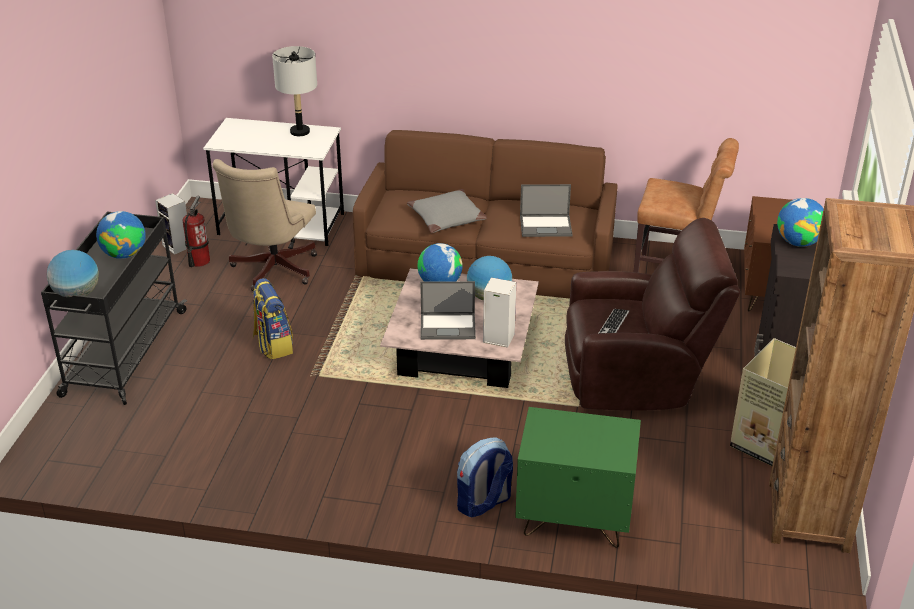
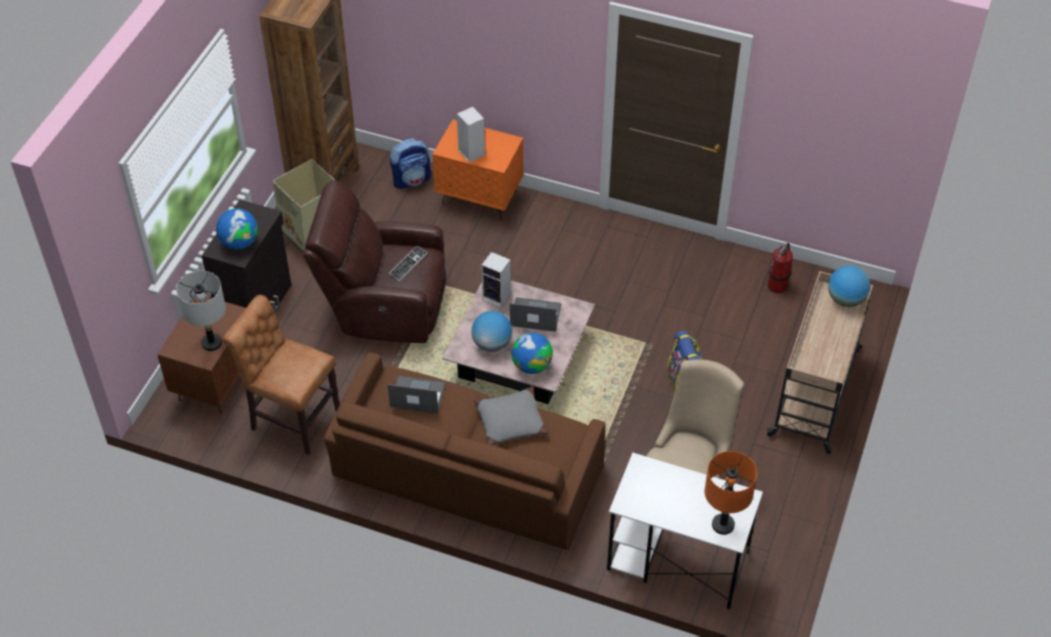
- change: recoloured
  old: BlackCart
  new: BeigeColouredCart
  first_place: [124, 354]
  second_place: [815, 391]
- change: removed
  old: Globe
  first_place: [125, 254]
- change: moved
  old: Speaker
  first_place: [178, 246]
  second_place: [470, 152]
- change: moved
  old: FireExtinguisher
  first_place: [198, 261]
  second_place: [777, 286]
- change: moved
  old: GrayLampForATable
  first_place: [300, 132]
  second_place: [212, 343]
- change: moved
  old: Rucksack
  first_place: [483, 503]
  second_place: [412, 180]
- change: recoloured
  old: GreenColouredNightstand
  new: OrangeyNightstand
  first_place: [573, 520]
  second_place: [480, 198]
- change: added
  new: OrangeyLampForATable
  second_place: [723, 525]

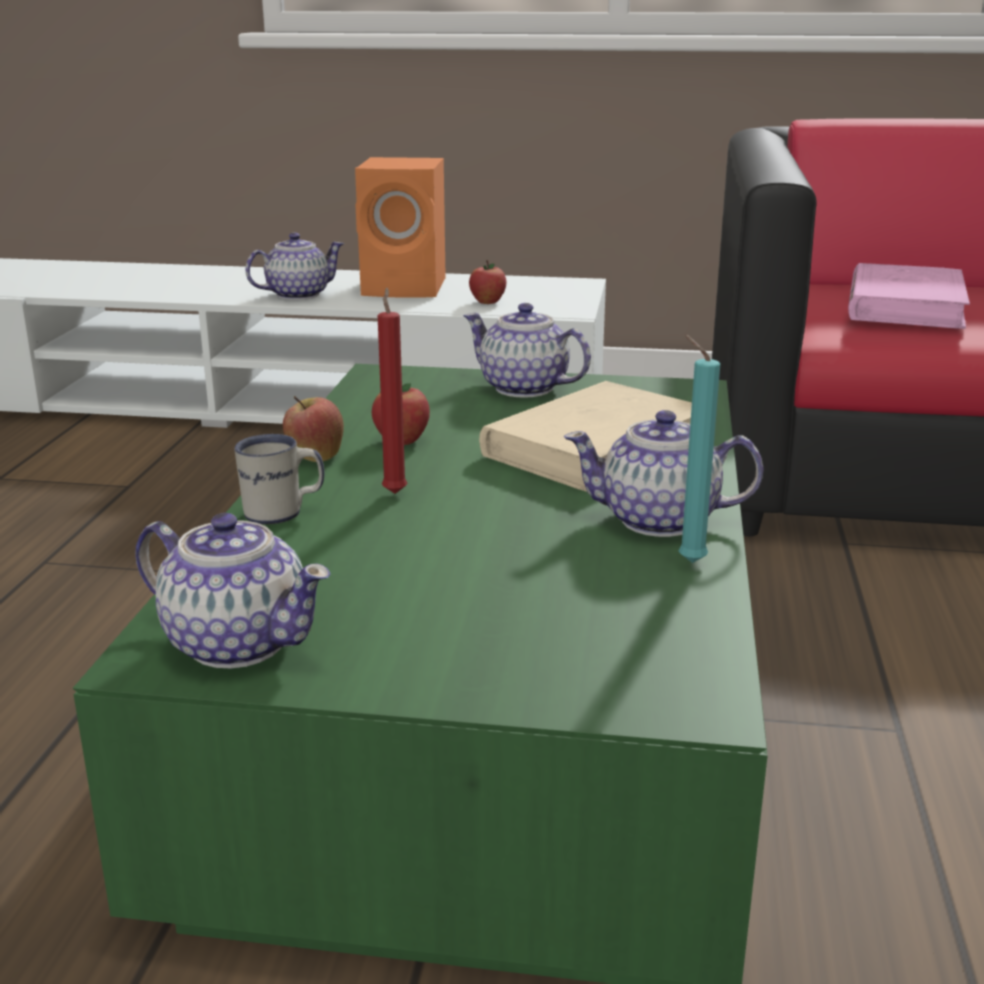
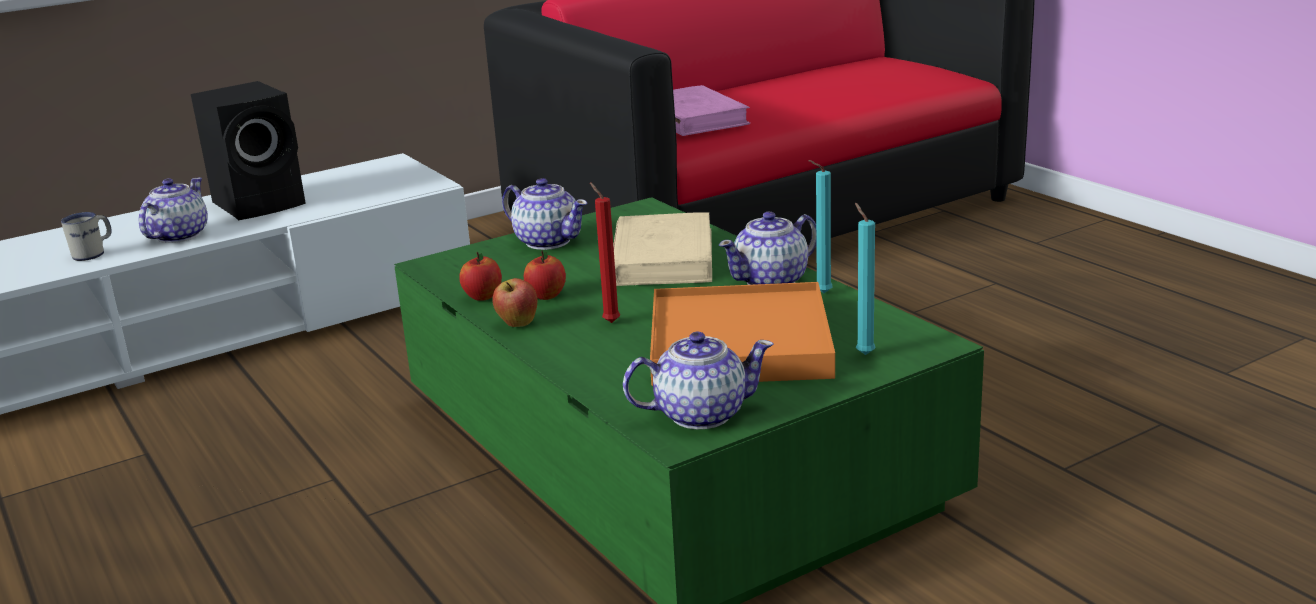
- change: moved
  old: WhiteColouredTeaMug
  first_place: [283, 513]
  second_place: [94, 254]
- change: recoloured
  old: OrangeySpeaker
  new: BlackSpeaker
  first_place: [407, 288]
  second_place: [262, 203]
- change: turned
  old: PotForTea
  first_place: [524, 388]
  second_place: [547, 241]
  degrees: -135
- change: moved
  old: AppleFruit
  first_place: [487, 302]
  second_place: [482, 297]
- change: added
  new: OrangeyTray
  second_place: [739, 343]
- change: added
  new: TurquoiseCandle
  second_place: [863, 353]

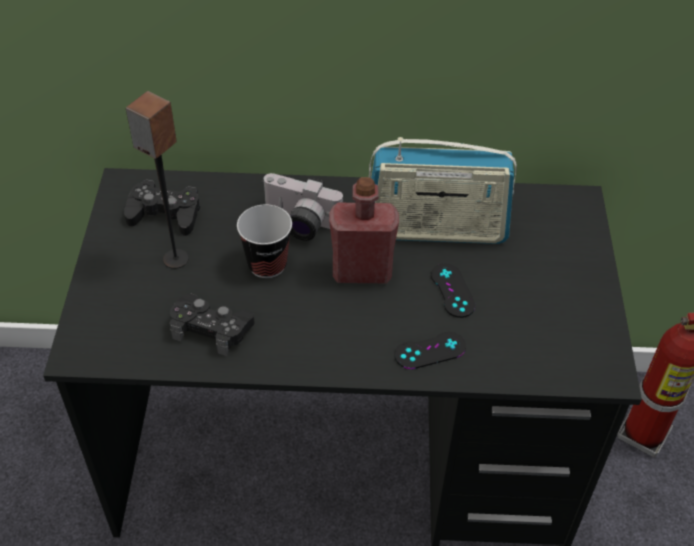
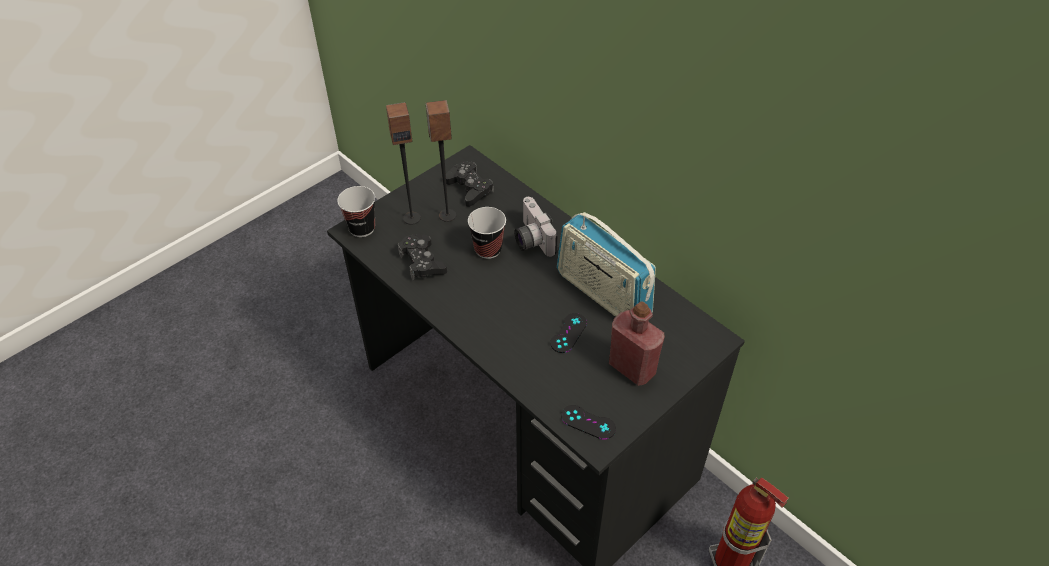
- change: moved
  old: RedColouredBottle
  first_place: [362, 271]
  second_place: [632, 368]
- change: moved
  old: BlackJoypad
  first_place: [430, 351]
  second_place: [588, 422]
- change: added
  new: Cup
  second_place: [362, 228]
- change: added
  new: Speaker
  second_place: [411, 218]

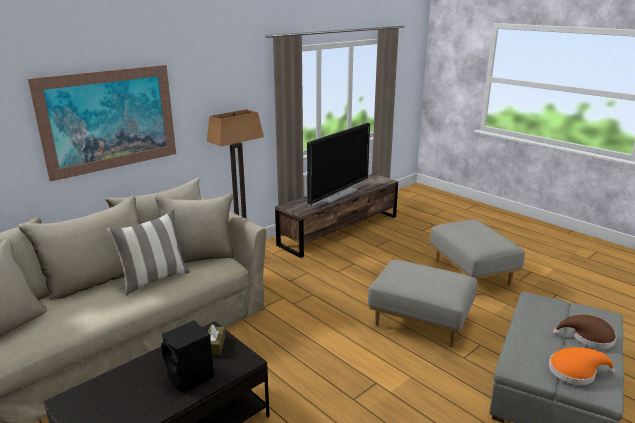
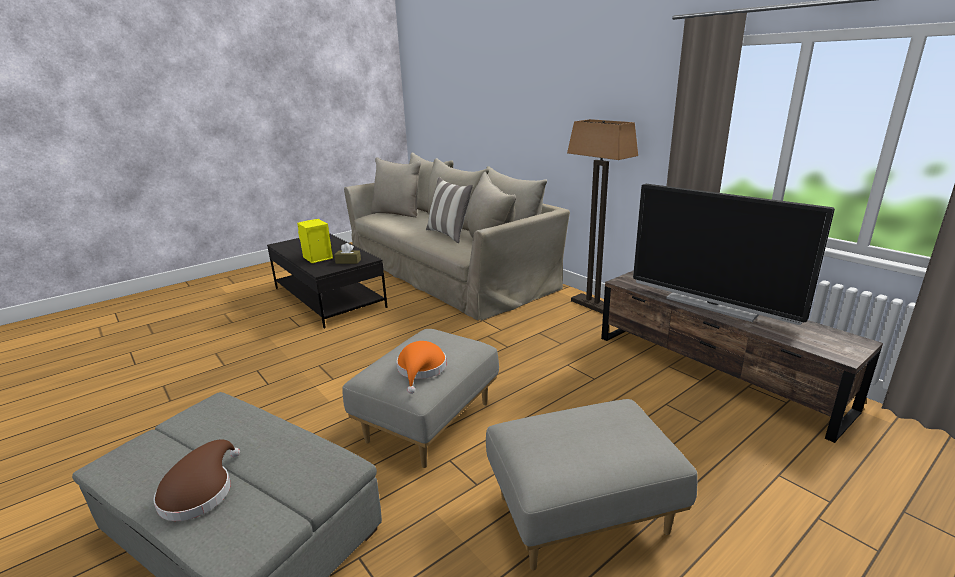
- change: removed
  old: WallArt
  first_place: [109, 120]
- change: recoloured
  old: BlackSpeaker
  new: YellowSpeaker
  first_place: [191, 378]
  second_place: [316, 258]
- change: moved
  old: OrangeyHat
  first_place: [575, 371]
  second_place: [421, 370]

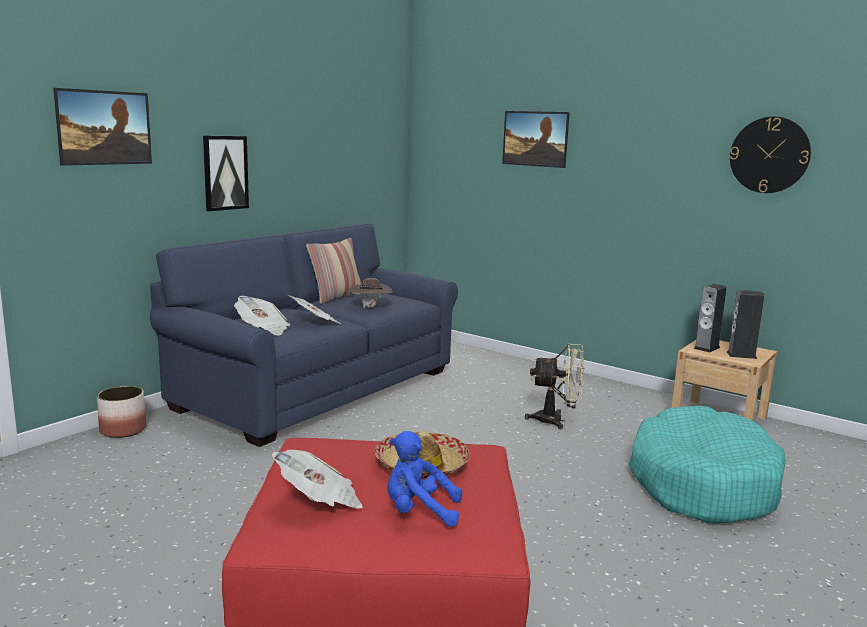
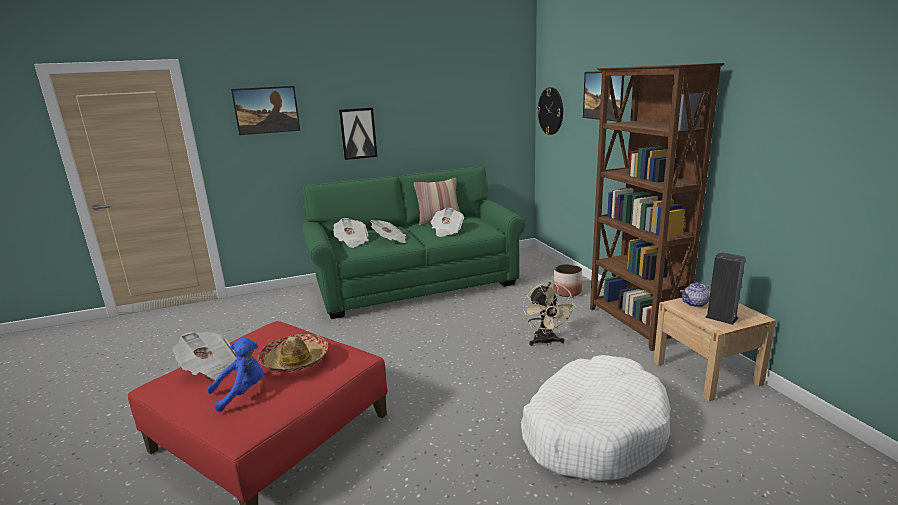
- change: moved
  old: PlantPot
  first_place: [123, 430]
  second_place: [567, 292]
- change: recoloured
  old: BlueSofa
  new: GreenColouredSofa
  first_place: [318, 389]
  second_place: [415, 284]
- change: replaced
  old: BrownishHat
  new: DailyPaper
  first_place: [370, 307]
  second_place: [446, 231]
- change: turned
  old: BlueCuddlyToy
  first_place: [419, 512]
  second_place: [242, 393]
  degrees: 105
- change: turned
  old: BeigeColouredElectricFan
  first_place: [556, 420]
  second_place: [546, 342]
  degrees: 45
- change: recoloured
  old: TurquoiseDogBed
  new: WhiteColouredDogBed
  first_place: [701, 484]
  second_place: [593, 431]
- change: replaced
  old: Speaker
  new: PotForTea
  first_place: [706, 348]
  second_place: [695, 304]
- change: moved
  old: HangingClock
  first_place: [769, 155]
  second_place: [551, 111]
- change: added
  new: BrownishShelvingUnit
  second_place: [634, 325]

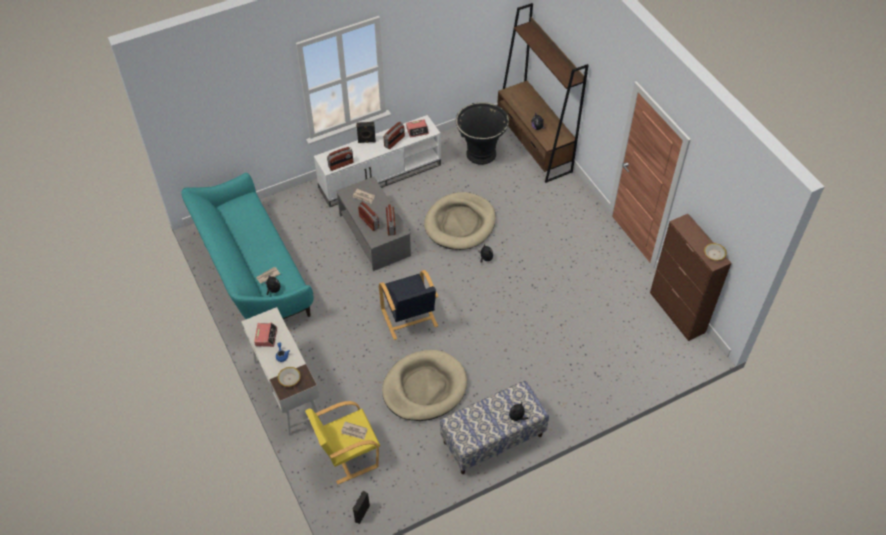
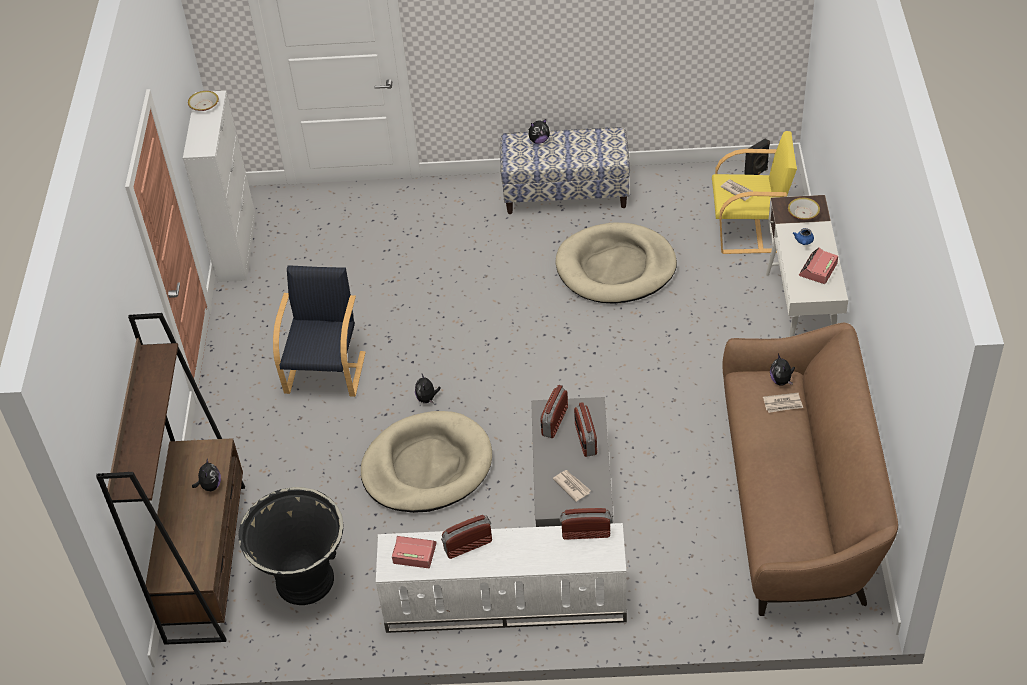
- change: recoloured
  old: TurquoiseSofa
  new: BrownishSofa
  first_place: [252, 273]
  second_place: [798, 502]
- change: removed
  old: BlackSpeaker
  first_place: [366, 141]
- change: moved
  old: BlackArmchair
  first_place: [409, 319]
  second_place: [326, 371]
- change: recoloured
  old: BrownishCabinet
  new: WhiteColouredCabinet
  first_place: [677, 313]
  second_place: [237, 247]

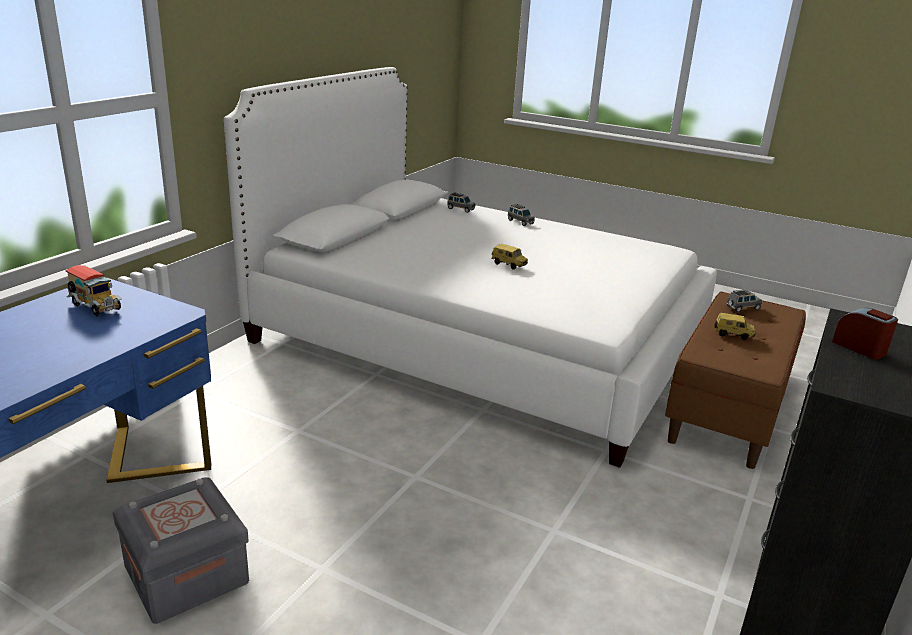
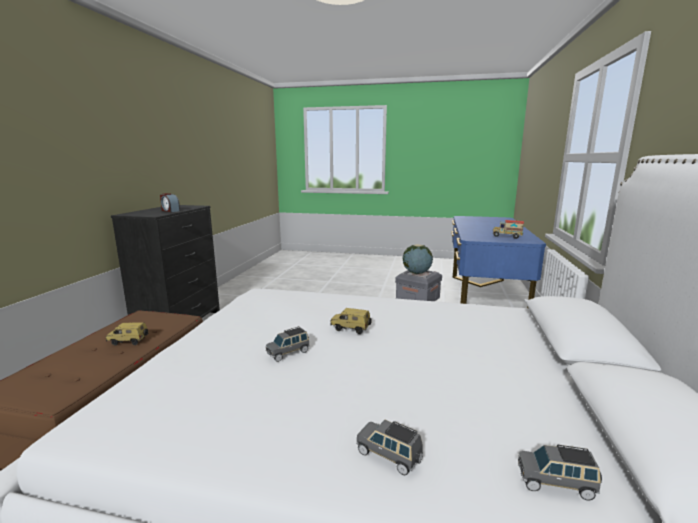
- change: moved
  old: GrayMiniatureCar
  first_place: [742, 308]
  second_place: [288, 353]
- change: added
  new: Globe
  second_place: [416, 273]

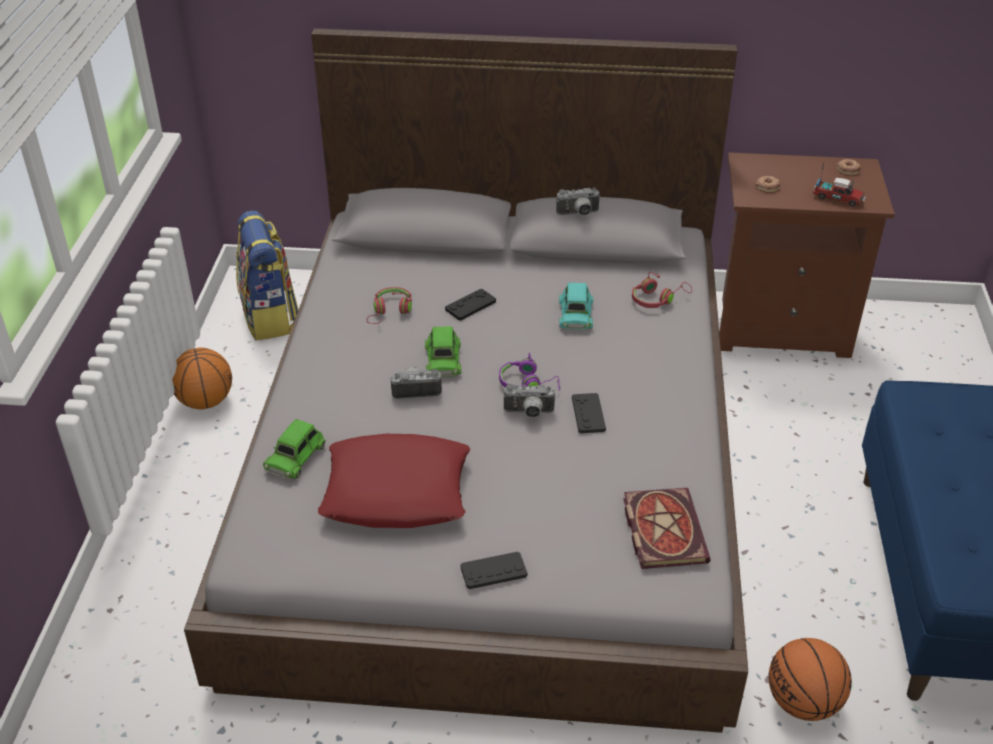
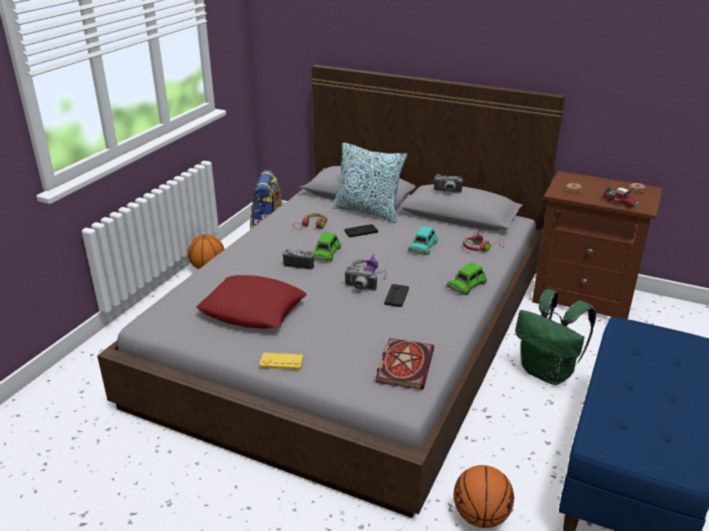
- change: moved
  old: GreenColouredMiniatureCar
  first_place: [295, 456]
  second_place: [466, 285]
- change: recoloured
  old: BlackJoypad
  new: YellowJoypad
  first_place: [493, 571]
  second_place: [281, 362]
- change: added
  new: ThrowPillow
  second_place: [368, 211]
- change: added
  new: GreenColouredRucksack
  second_place: [548, 373]

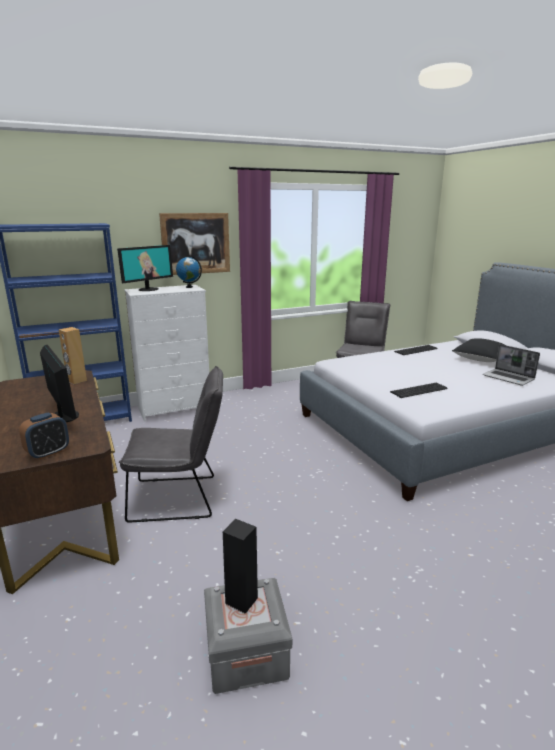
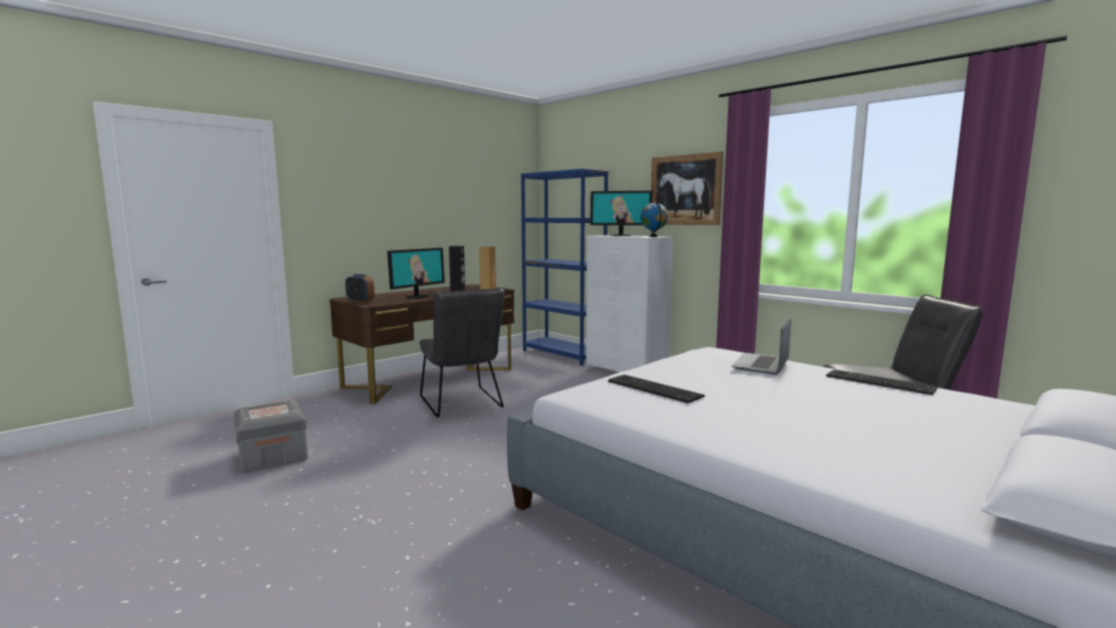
- change: moved
  old: BlackSpeaker
  first_place: [241, 600]
  second_place: [458, 289]
- change: removed
  old: BlackThrowPillow
  first_place: [480, 359]
- change: moved
  old: Laptop
  first_place: [509, 378]
  second_place: [762, 365]

